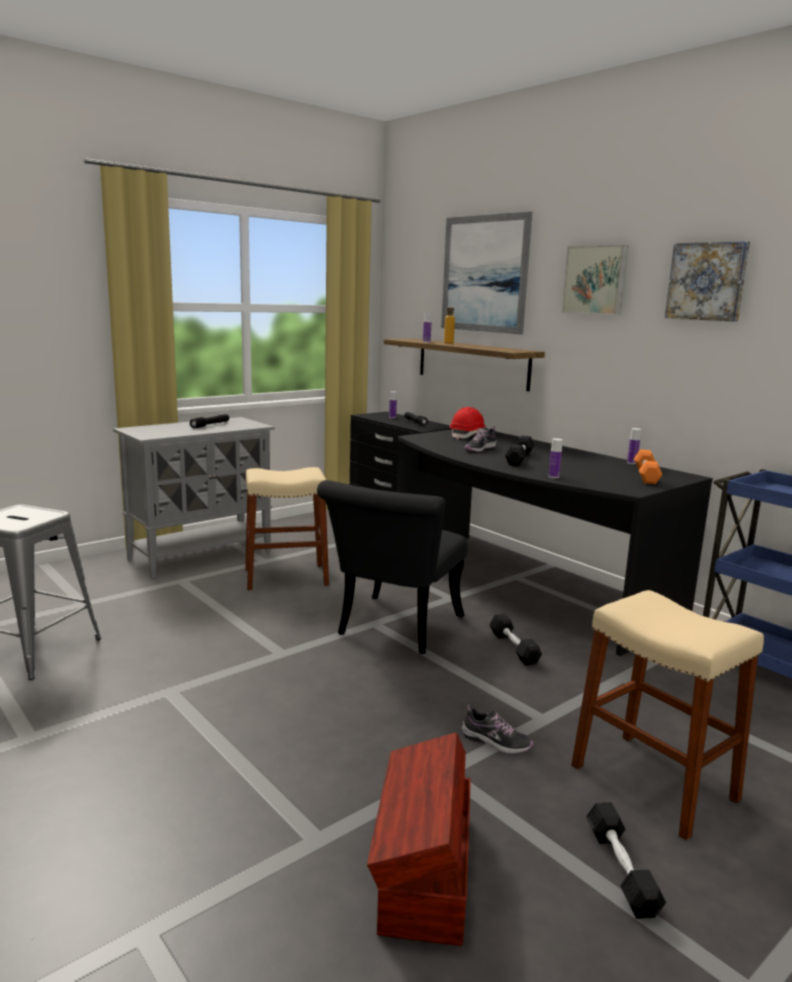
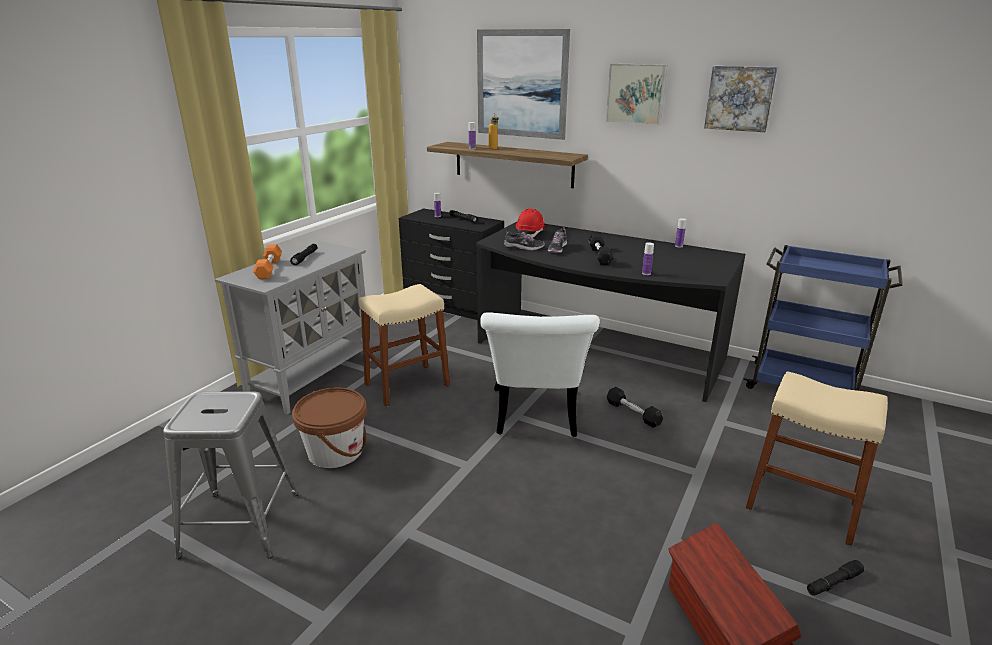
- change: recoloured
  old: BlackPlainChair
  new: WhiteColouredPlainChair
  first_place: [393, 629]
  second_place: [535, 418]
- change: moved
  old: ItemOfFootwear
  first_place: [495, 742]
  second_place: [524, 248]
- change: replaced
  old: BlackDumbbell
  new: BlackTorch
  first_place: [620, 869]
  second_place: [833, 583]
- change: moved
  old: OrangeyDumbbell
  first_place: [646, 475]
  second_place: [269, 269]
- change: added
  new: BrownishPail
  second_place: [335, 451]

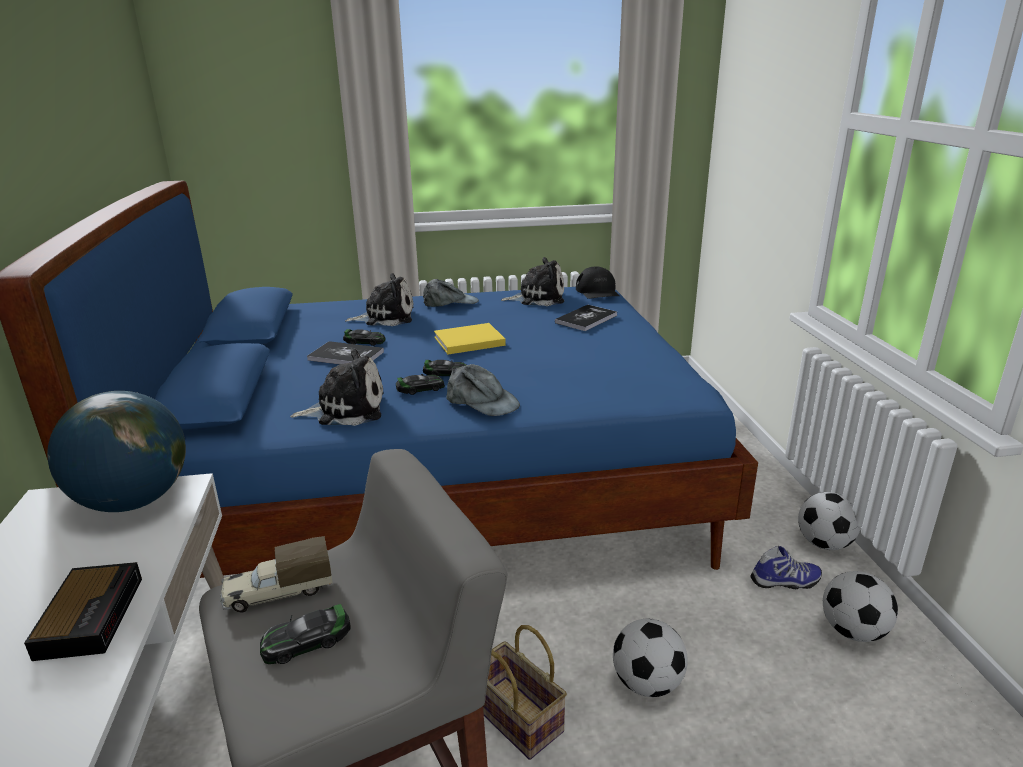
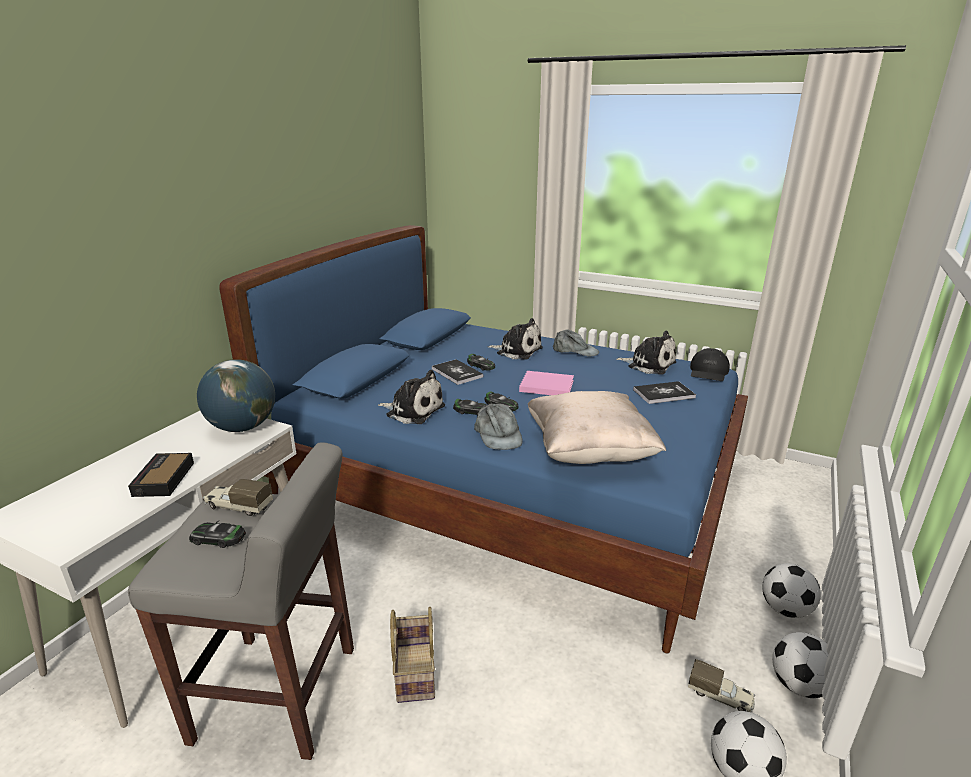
- change: turned
  old: BedsideClock
  first_place: [91, 615]
  second_place: [163, 480]
  degrees: 150
- change: recoloured
  old: YellowBook
  new: PinkColouredBook
  first_place: [467, 341]
  second_place: [545, 385]
- change: moved
  old: Football
  first_place: [647, 683]
  second_place: [785, 609]
- change: replaced
  old: ItemOfFootwear
  new: ToyLorry
  first_place: [785, 582]
  second_place: [720, 696]
- change: added
  new: BeigeColouredThrowPillow
  second_place: [589, 452]

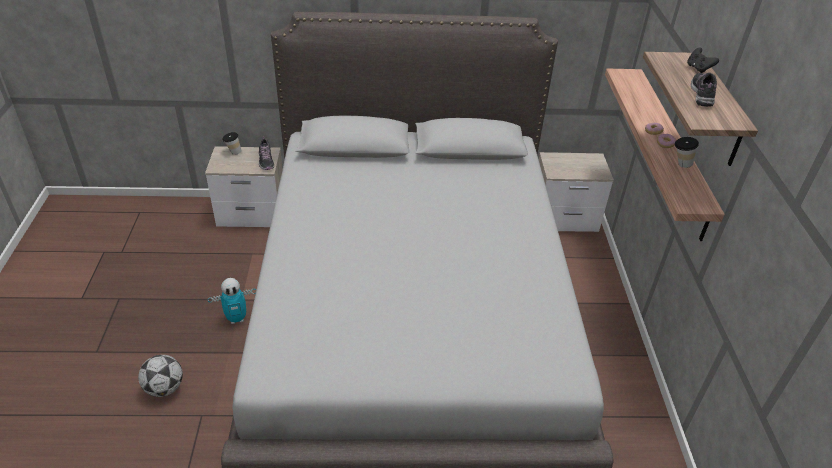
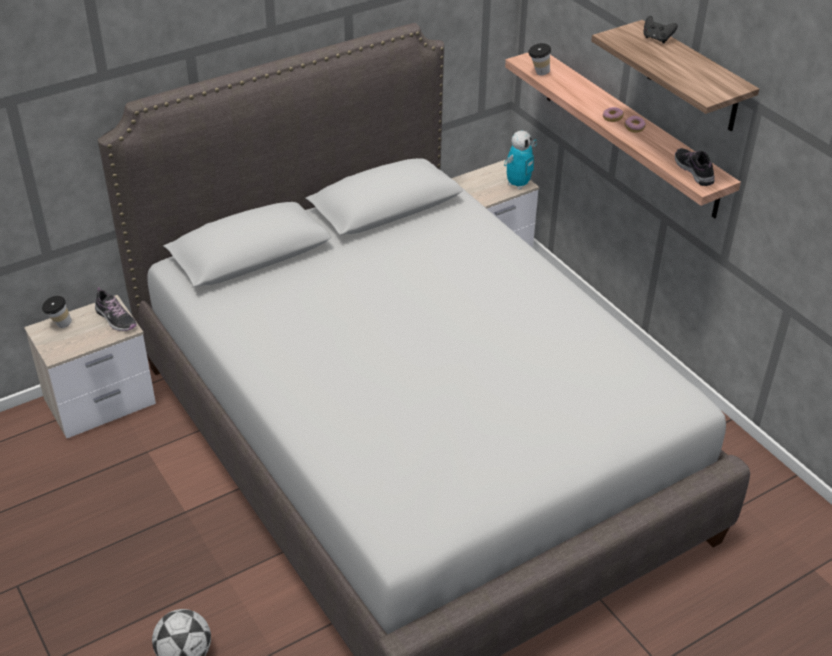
- change: moved
  old: RobotFigure
  first_place: [236, 318]
  second_place: [518, 184]
- change: moved
  old: Cup
  first_place: [680, 164]
  second_place: [538, 73]
- change: moved
  old: ItemOfFootwear
  first_place: [702, 94]
  second_place: [694, 171]

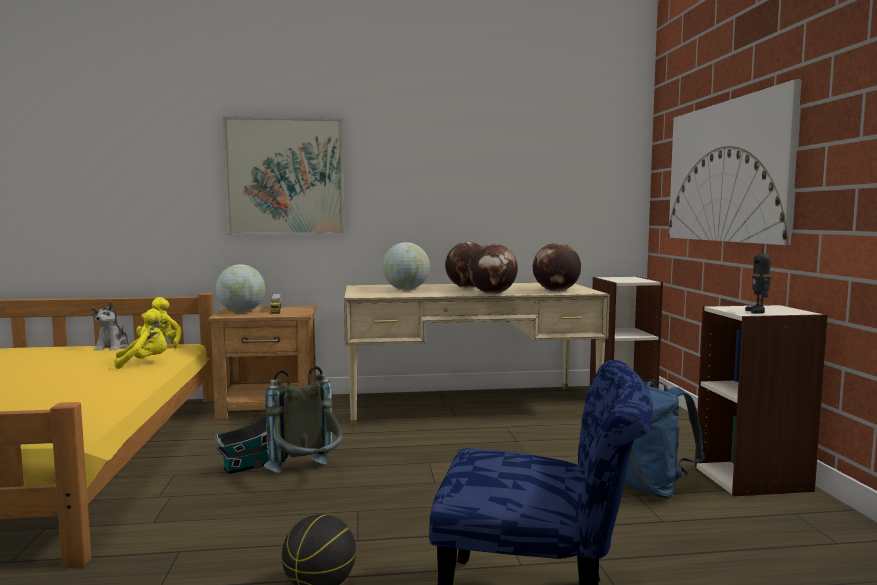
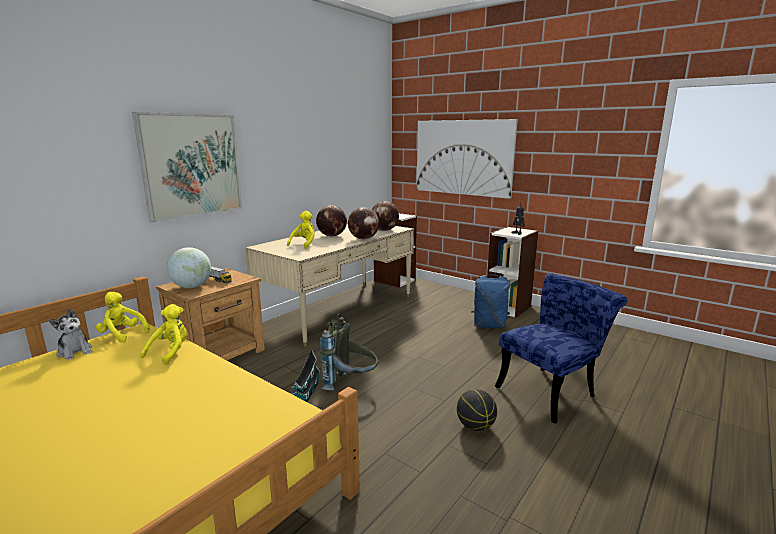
- change: replaced
  old: Globe
  new: YellowCuddlyToy
  first_place: [406, 289]
  second_place: [304, 244]

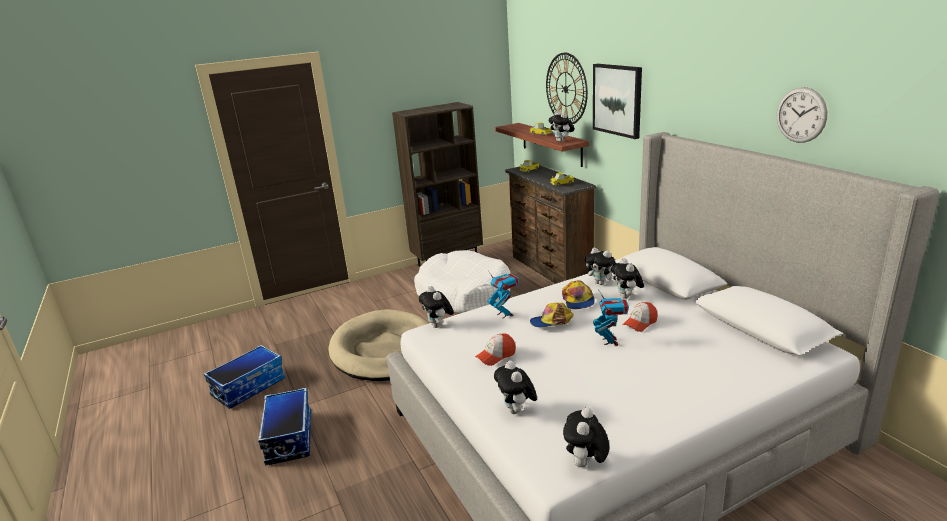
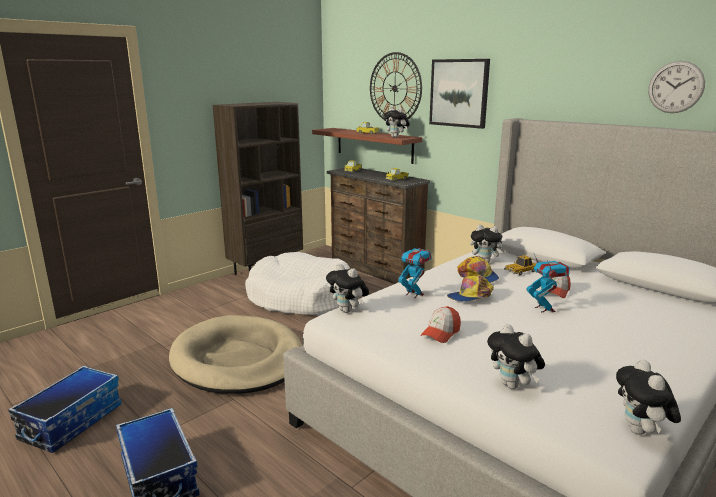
- change: replaced
  old: CuddlyToy
  new: MiniatureCar
  first_place: [627, 297]
  second_place: [521, 271]

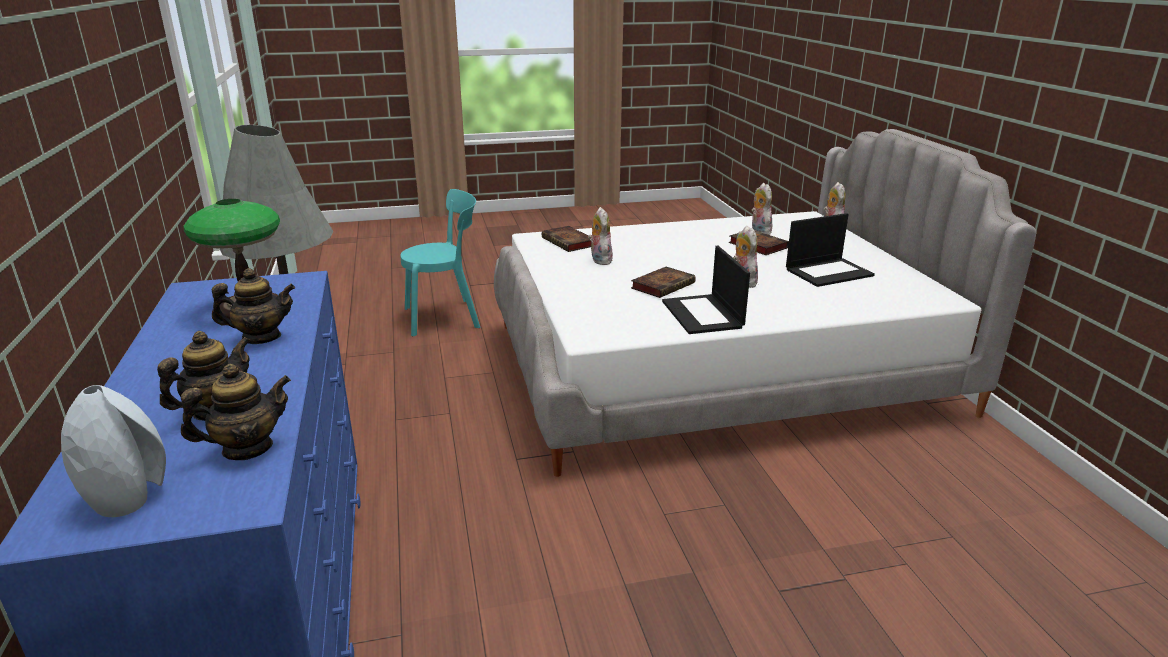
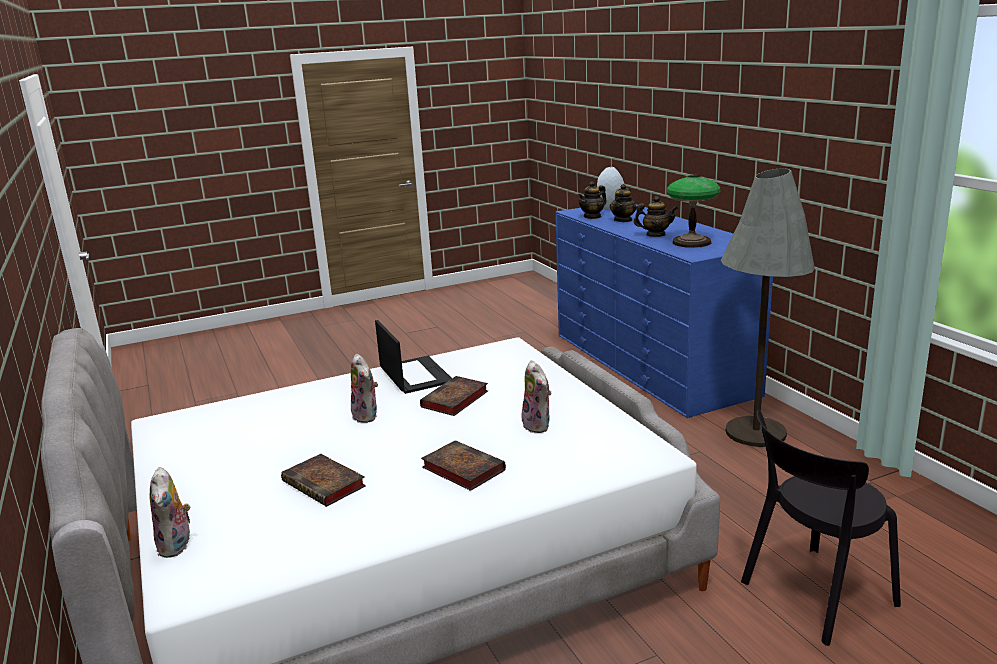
- change: turned
  old: PotForTea
  first_place: [261, 337]
  second_place: [655, 235]
  degrees: -150
- change: recoloured
  old: TurquoisePlainChair
  new: BlackPlainChair
  first_place: [446, 317]
  second_place: [813, 596]
- change: moved
  old: Book
  first_place: [569, 242]
  second_place: [461, 469]
- change: removed
  old: CuddlyToy
  first_place: [759, 231]
- change: removed
  old: Laptop
  first_place: [829, 272]

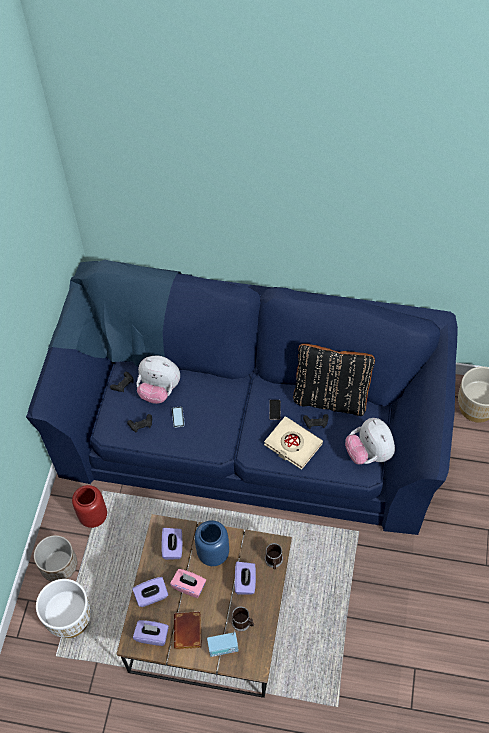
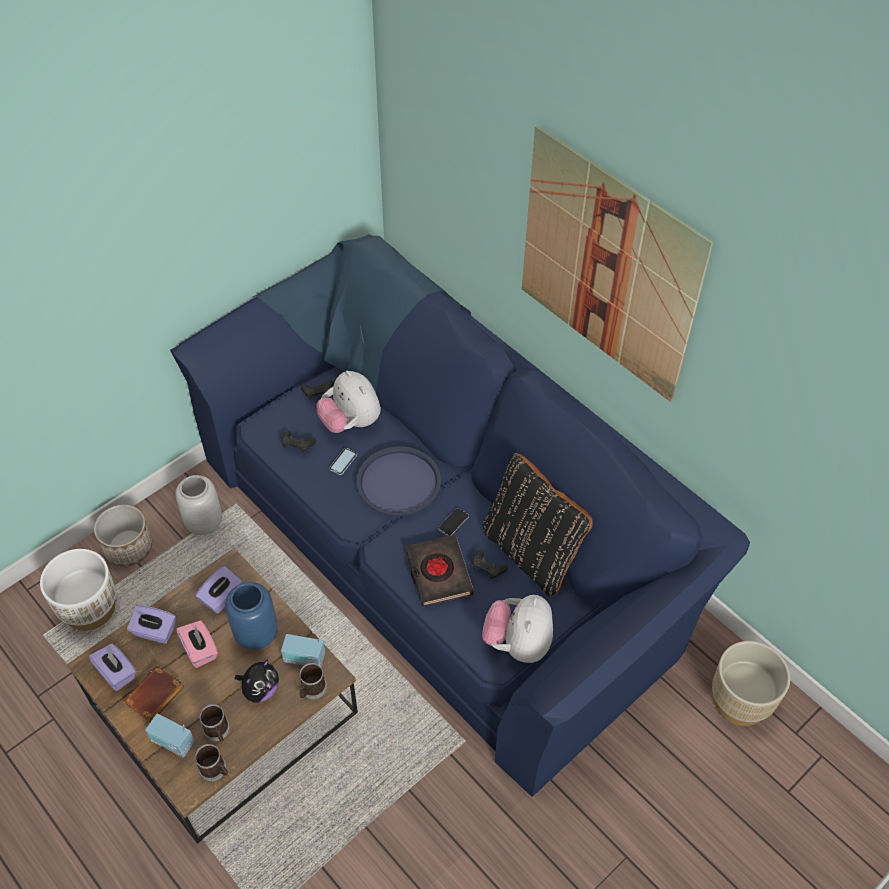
- change: recoloured
  old: RedColouredVase
  new: GrayVase
  first_place: [93, 517]
  second_place: [203, 523]
- change: replaced
  old: PurpleTissueBox
  new: CuddlyToy
  first_place: [245, 582]
  second_place: [260, 689]
- change: recoloured
  old: BeigeColouredBook
  new: BlackBook
  first_place: [293, 445]
  second_place: [438, 573]
- change: added
  new: TeaMug
  second_place: [215, 770]
- change: added
  new: RadioReceiver
  second_place: [304, 658]
- change: added
  new: BlueTray
  second_place: [399, 482]
- change: added
  new: WallArt
  second_place: [607, 267]

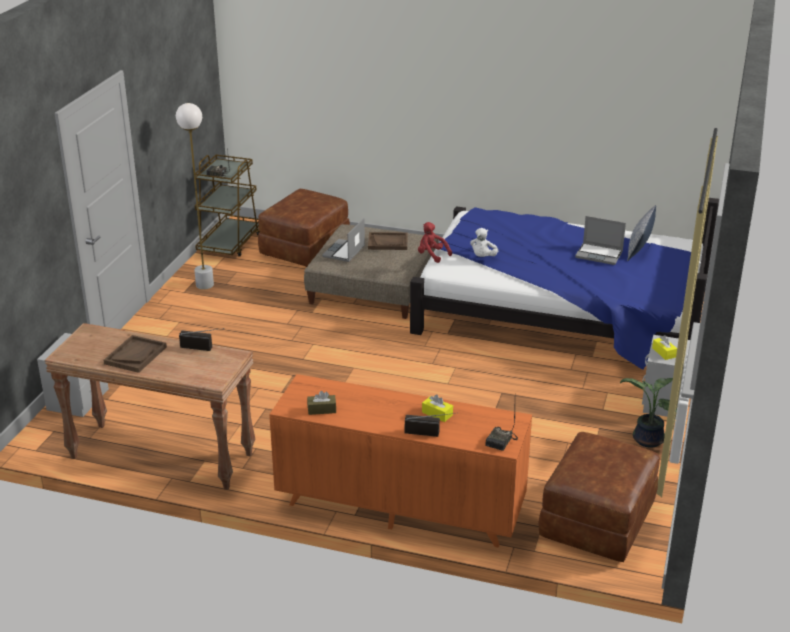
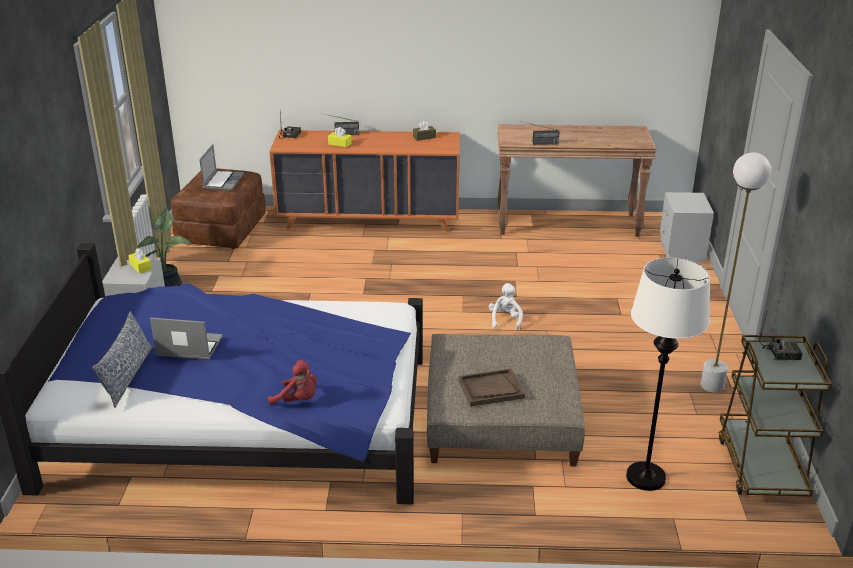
- change: removed
  old: BrownishTray
  first_place: [135, 355]
- change: replaced
  old: BrownishPouffe
  new: WhiteColouredStandingLamp
  first_place: [305, 248]
  second_place: [646, 477]
- change: moved
  old: Laptop
  first_place: [344, 252]
  second_place: [223, 181]
- change: moved
  old: RedColouredCuddlyToy
  first_place: [432, 255]
  second_place: [297, 400]
- change: moved
  old: WhiteColouredCuddlyToy
  first_place: [483, 257]
  second_place: [505, 320]

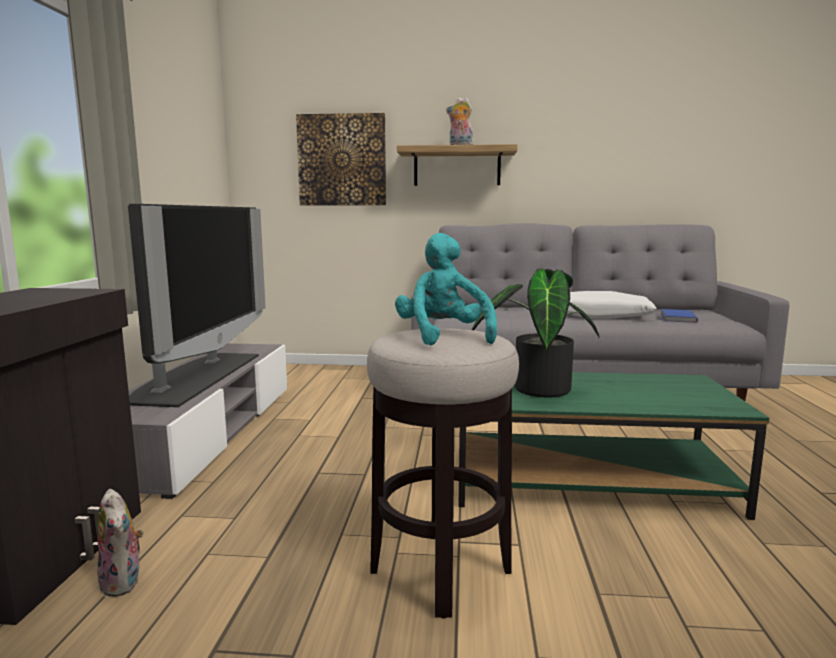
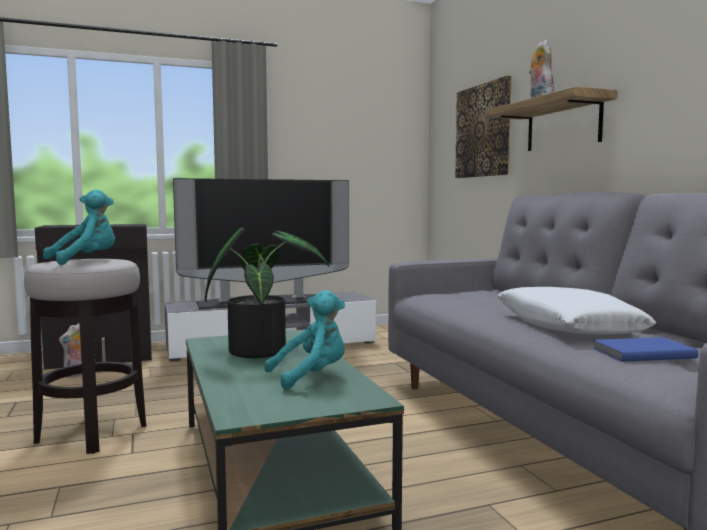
- change: added
  new: TurquoiseCuddlyToy
  second_place: [311, 376]

